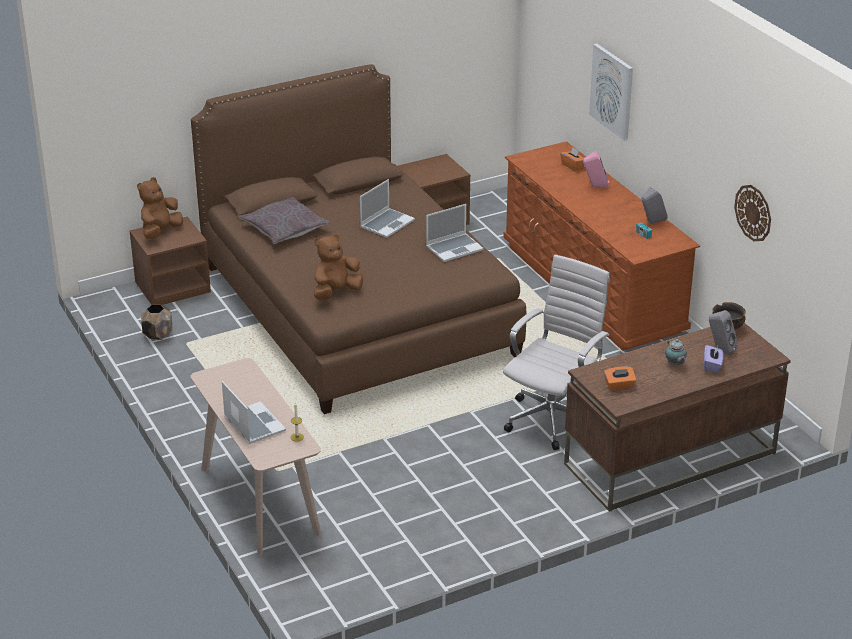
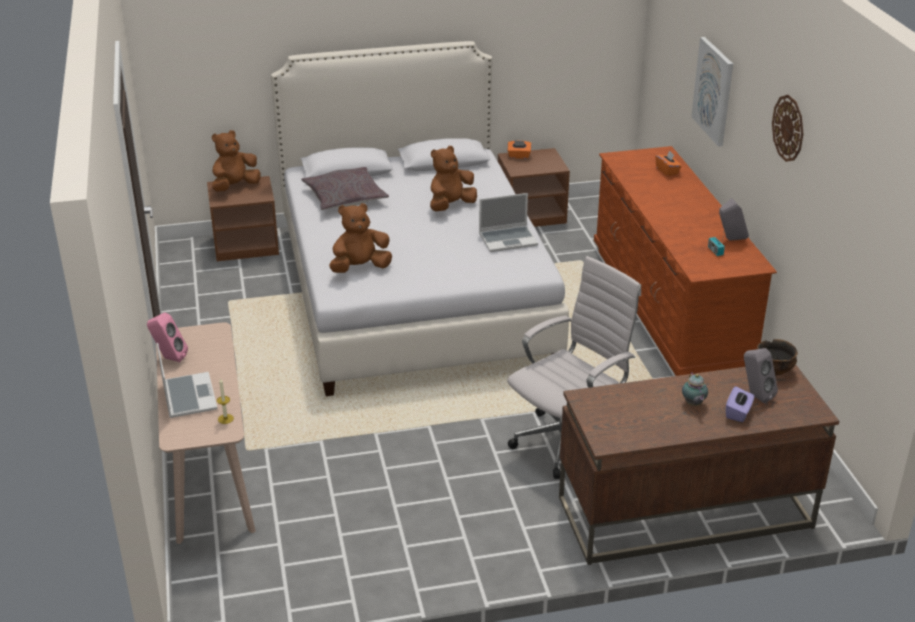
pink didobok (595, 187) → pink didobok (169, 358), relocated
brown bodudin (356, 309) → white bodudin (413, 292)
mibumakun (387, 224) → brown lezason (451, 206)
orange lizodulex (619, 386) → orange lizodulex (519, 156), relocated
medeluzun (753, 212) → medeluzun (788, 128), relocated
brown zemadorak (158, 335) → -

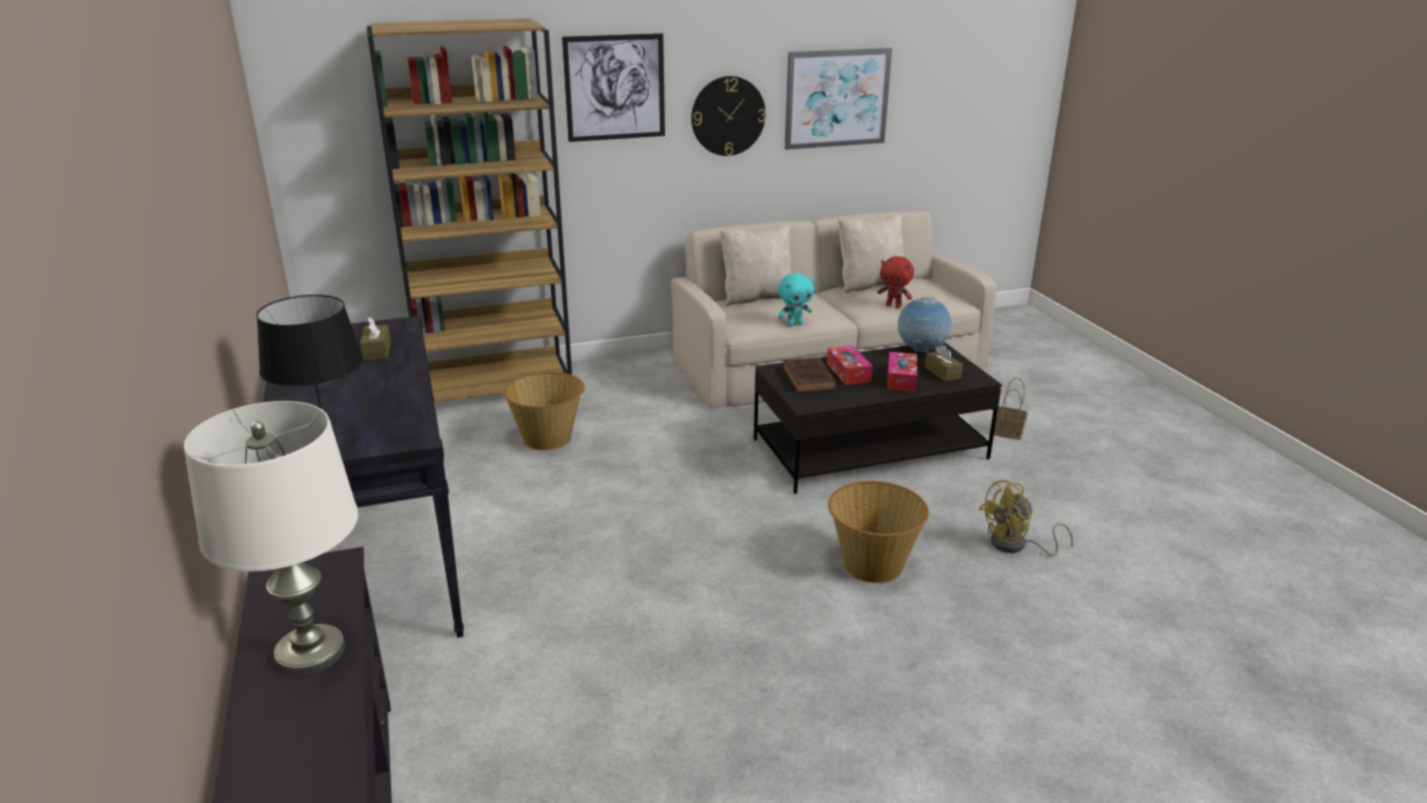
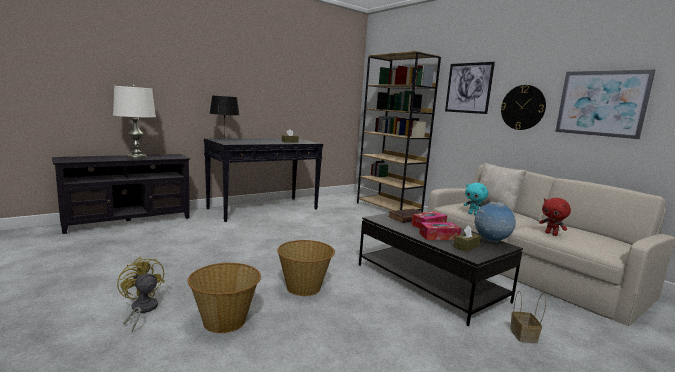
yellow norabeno (1016, 546) → yellow norabeno (141, 310), relocated
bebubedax (548, 438) → bebubedax (225, 321), relocated
red lezason (894, 306) → red lezason (551, 234), 45 degrees counterclockwise
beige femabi (870, 284) → -

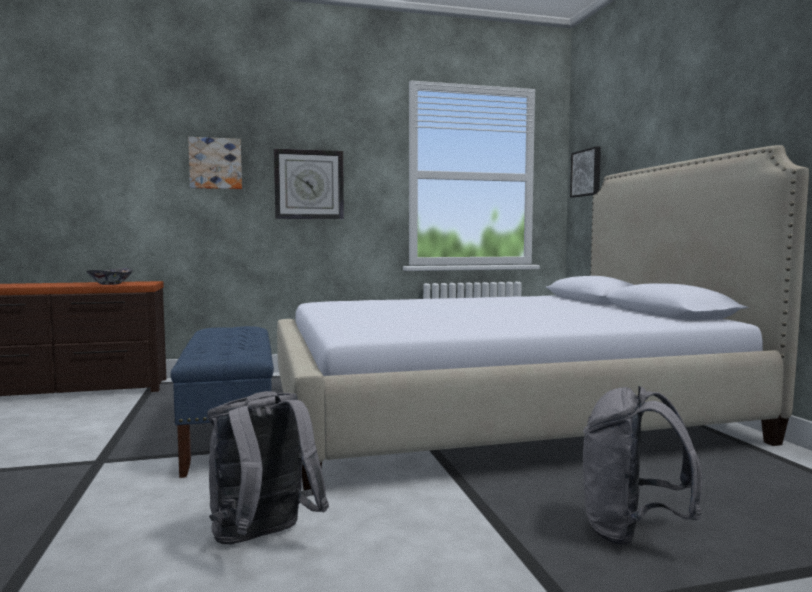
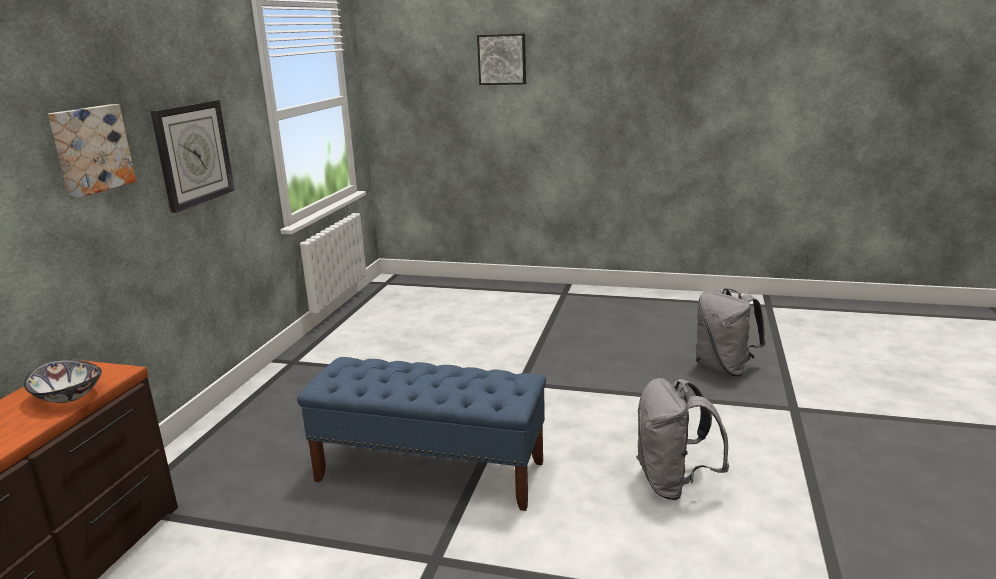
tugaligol (587, 173) → tugaligol (502, 59), relocated
bodudin (497, 414) → -

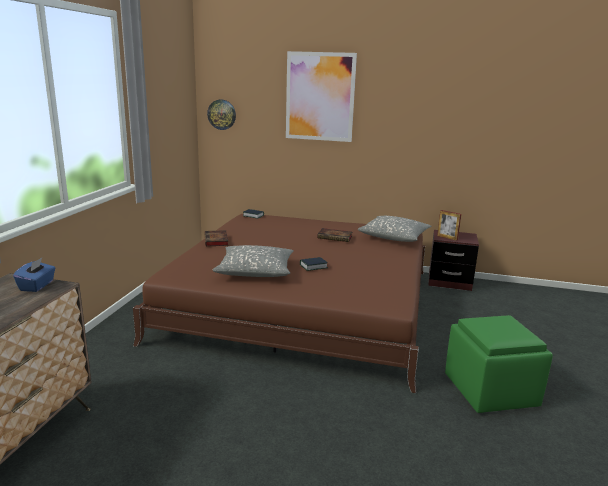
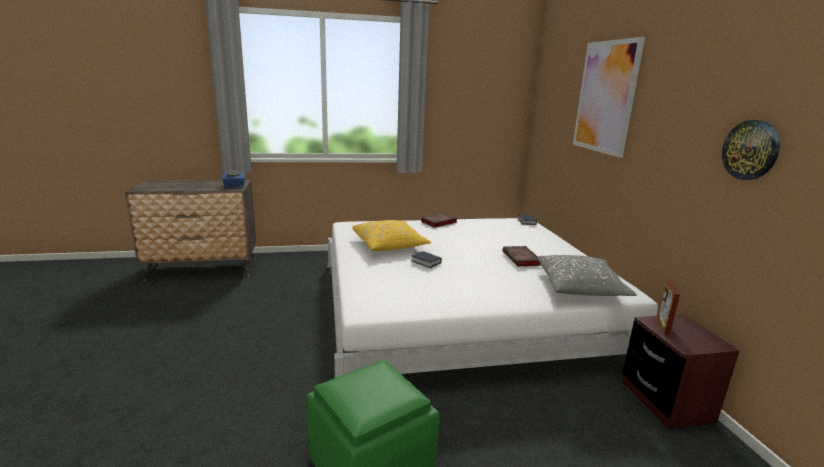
brown bodudin (302, 303) → white bodudin (460, 309)
grey femabi (255, 271) → yellow femabi (389, 245)
medeluzun (221, 114) → medeluzun (750, 150), relocated

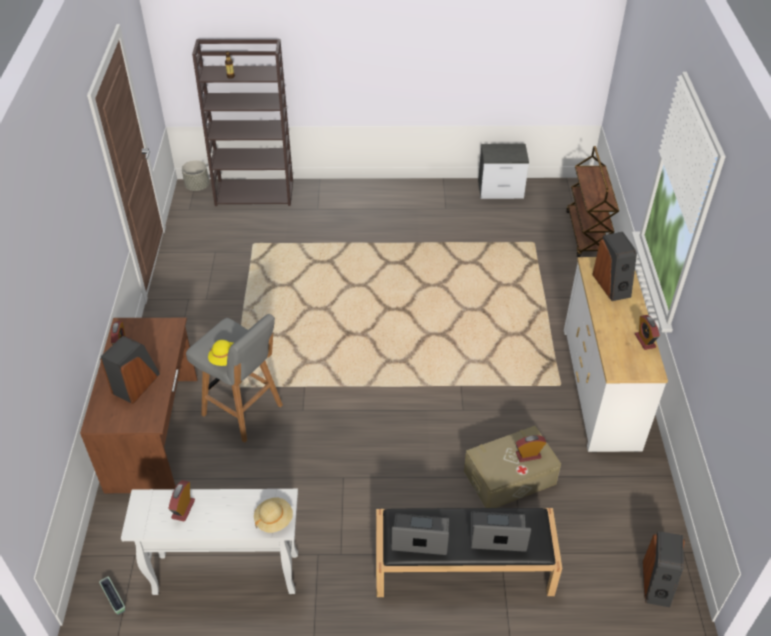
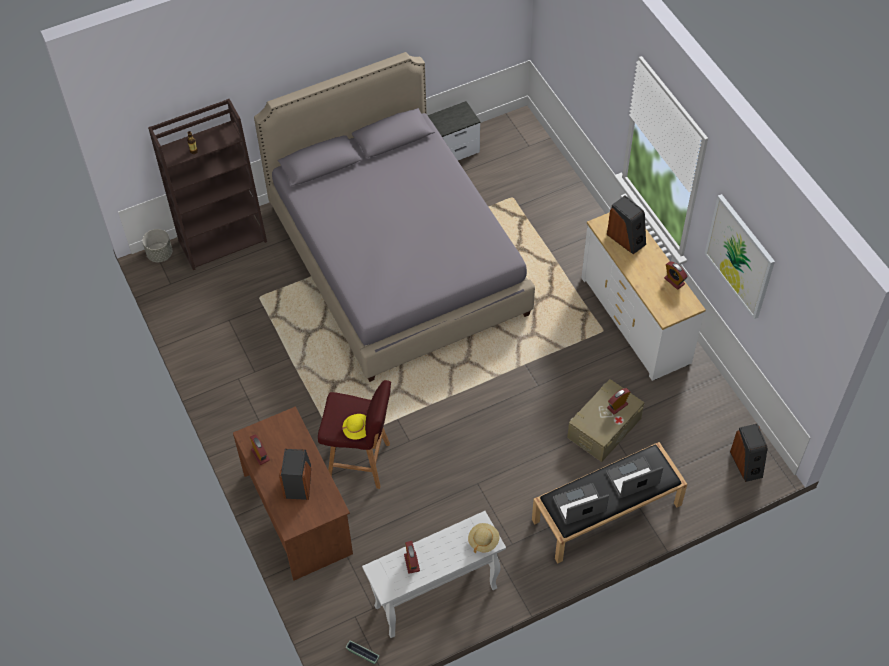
- → grey bodudin (397, 260)
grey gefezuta (243, 411) → red gefezuta (360, 462)
- → tugaligol (740, 256)
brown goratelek (587, 234) → -

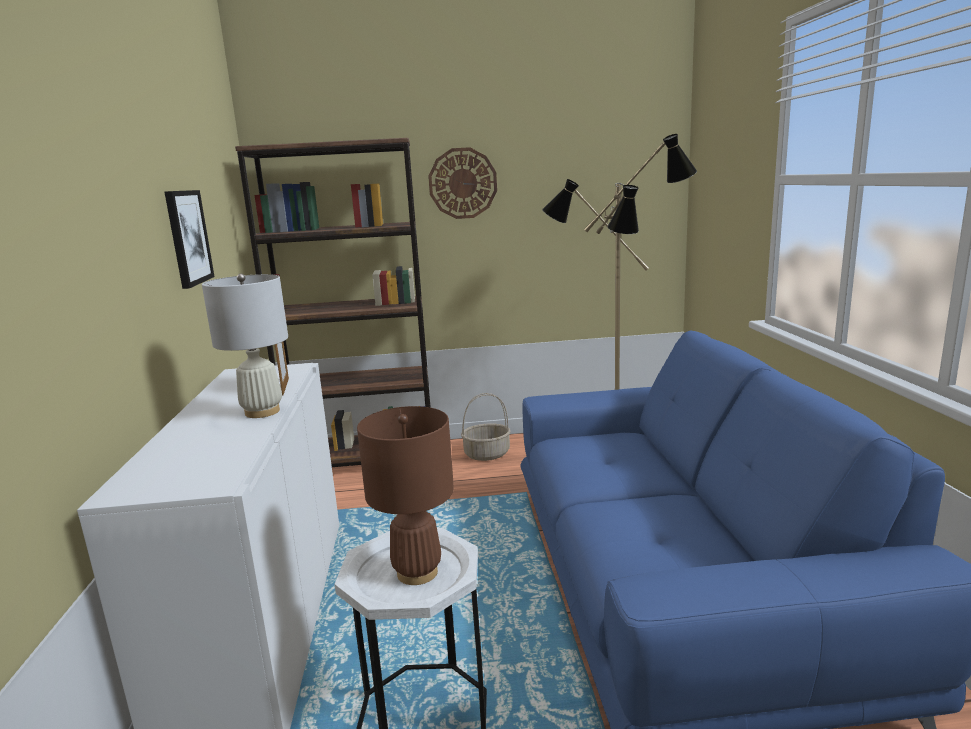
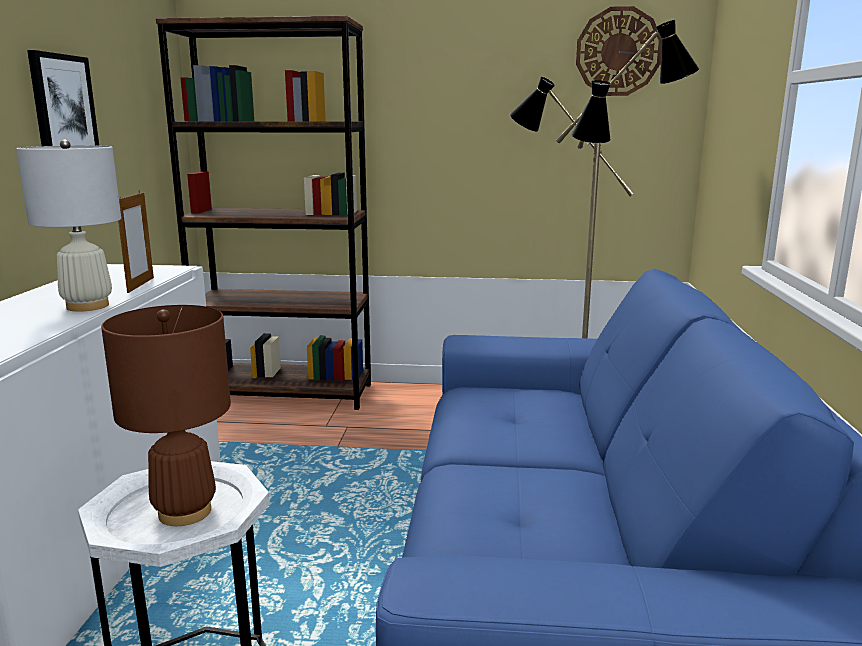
medeluzun (462, 183) → medeluzun (618, 52), relocated
bebubedax (487, 454) → -

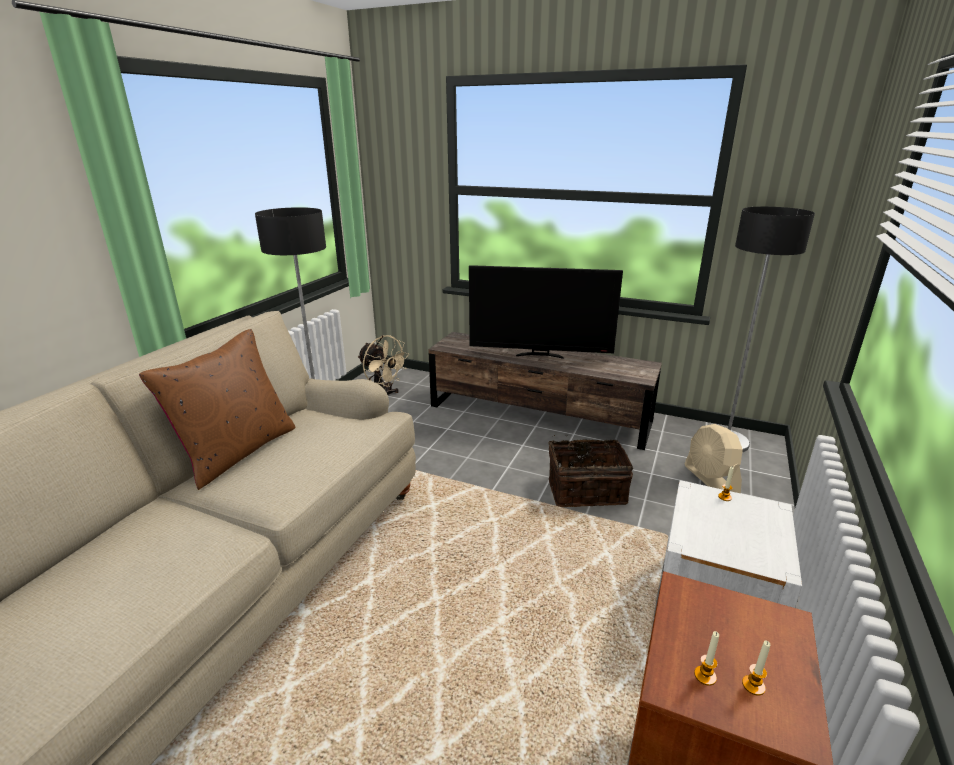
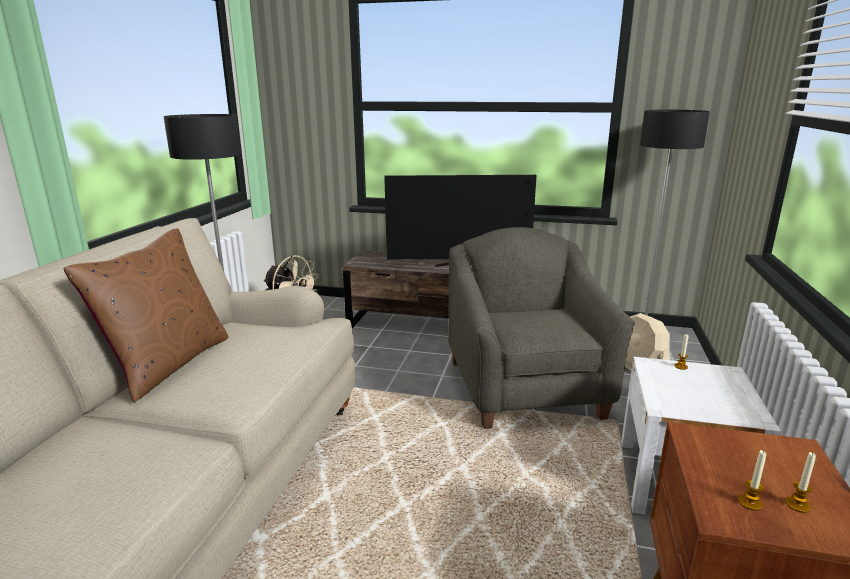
bebubedax (585, 490) → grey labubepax (525, 389)

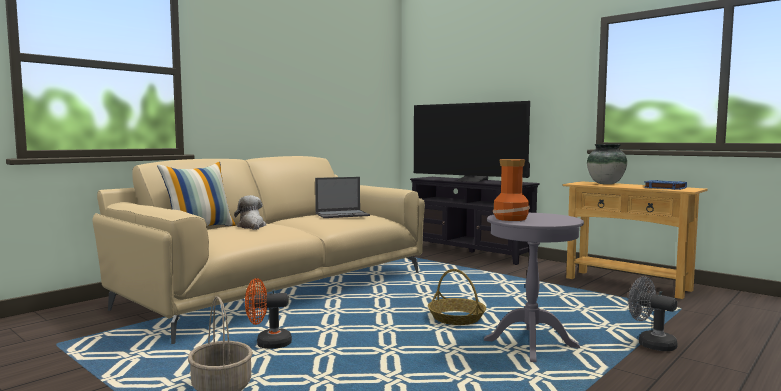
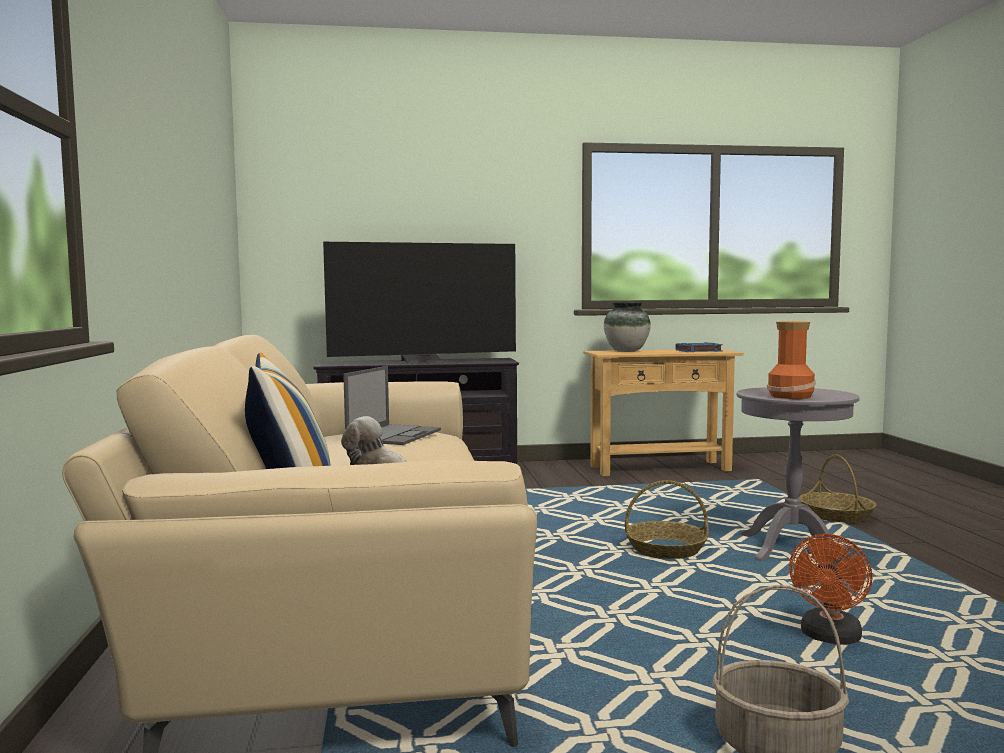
orange norabeno (268, 343) → orange norabeno (829, 637), relocated
grey norabeno (650, 343) → bebubedax (836, 515)

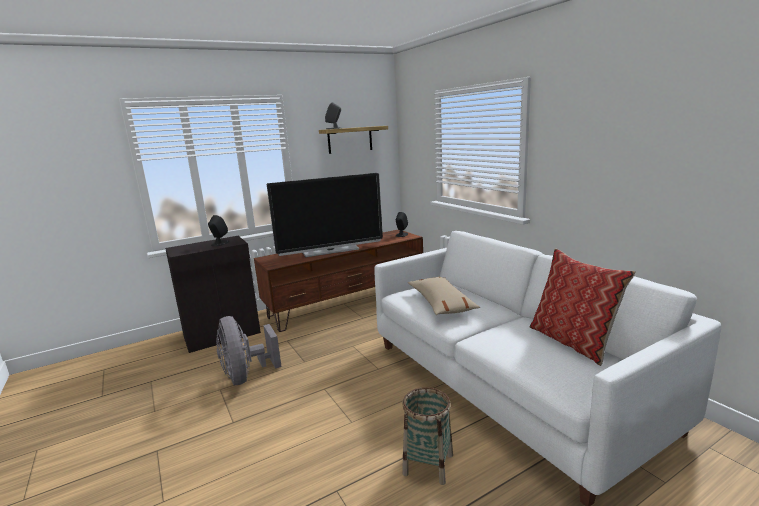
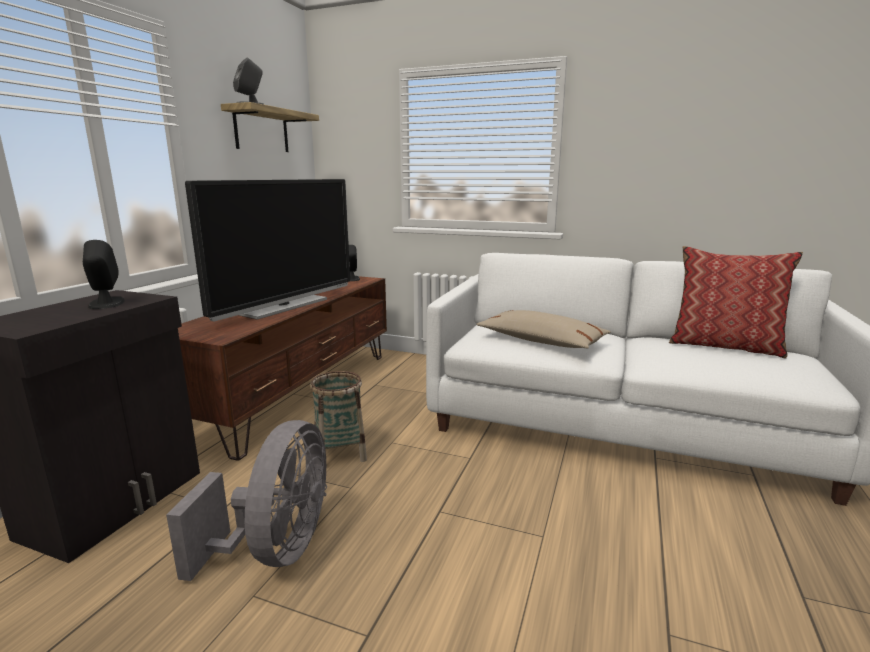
grey norabeno (246, 376) → grey norabeno (277, 549), 105 degrees counterclockwise
bebubedax (428, 464) → bebubedax (340, 453), relocated

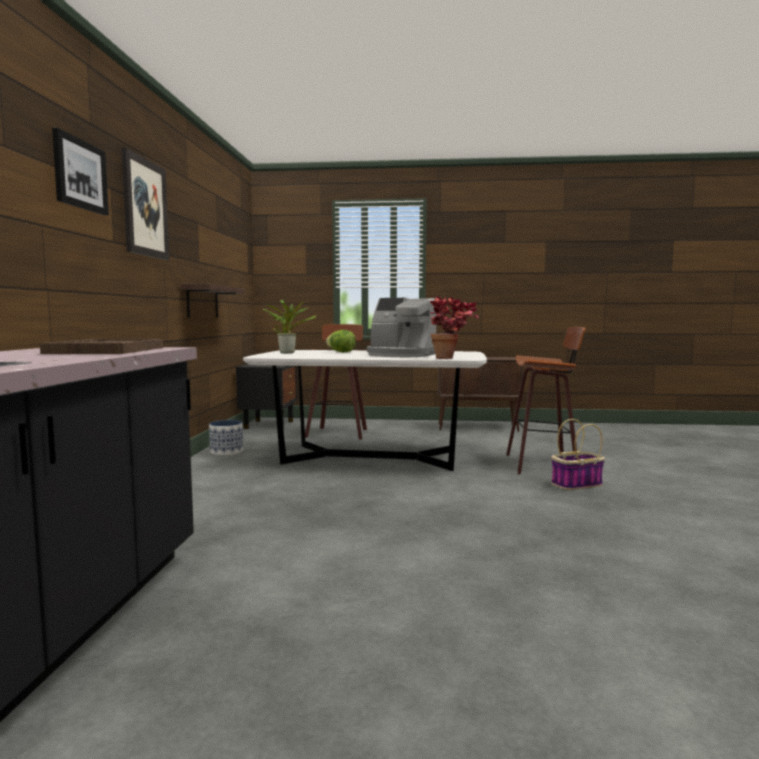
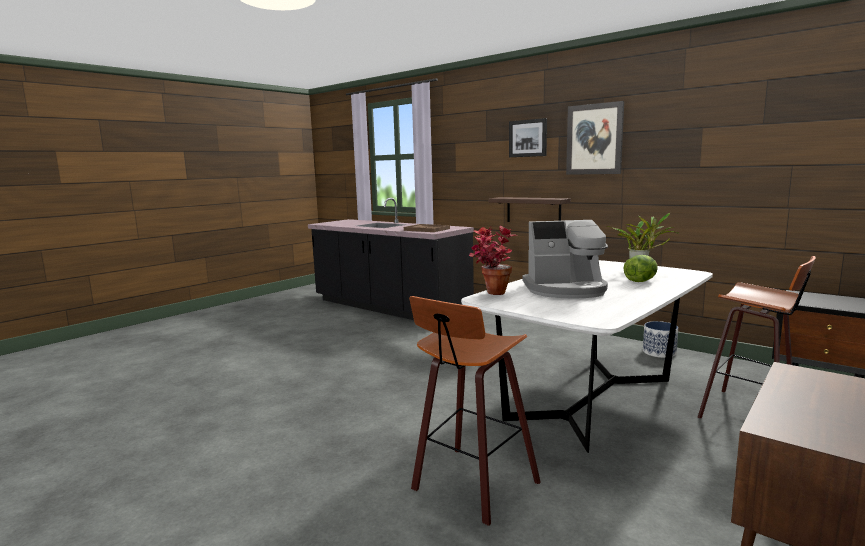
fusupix (202, 302) → fusupix (533, 210), relocated
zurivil (400, 355) → zurivil (565, 289), 150 degrees counterclockwise
bebubedax (576, 484) → -

